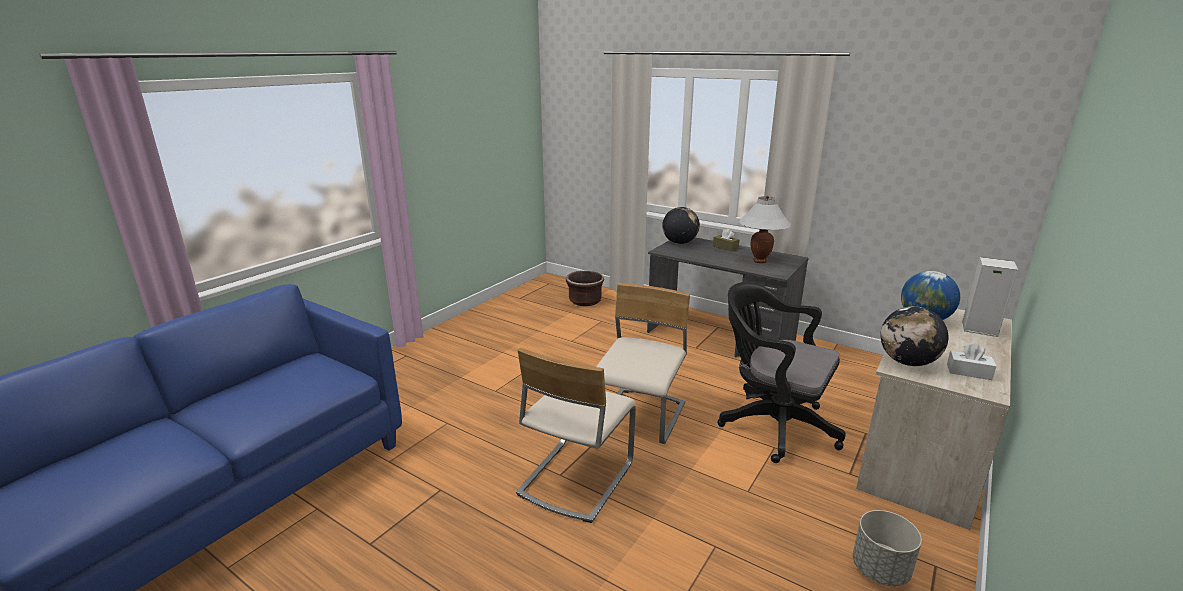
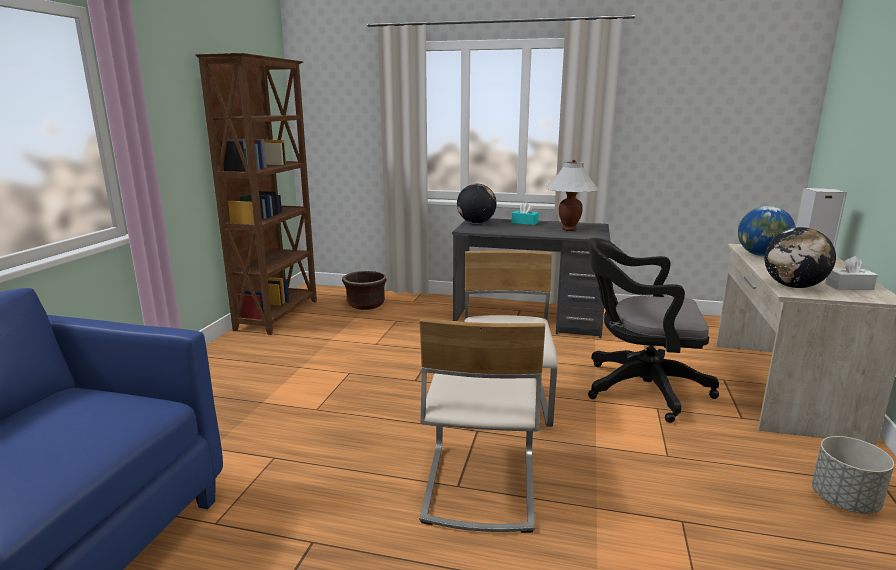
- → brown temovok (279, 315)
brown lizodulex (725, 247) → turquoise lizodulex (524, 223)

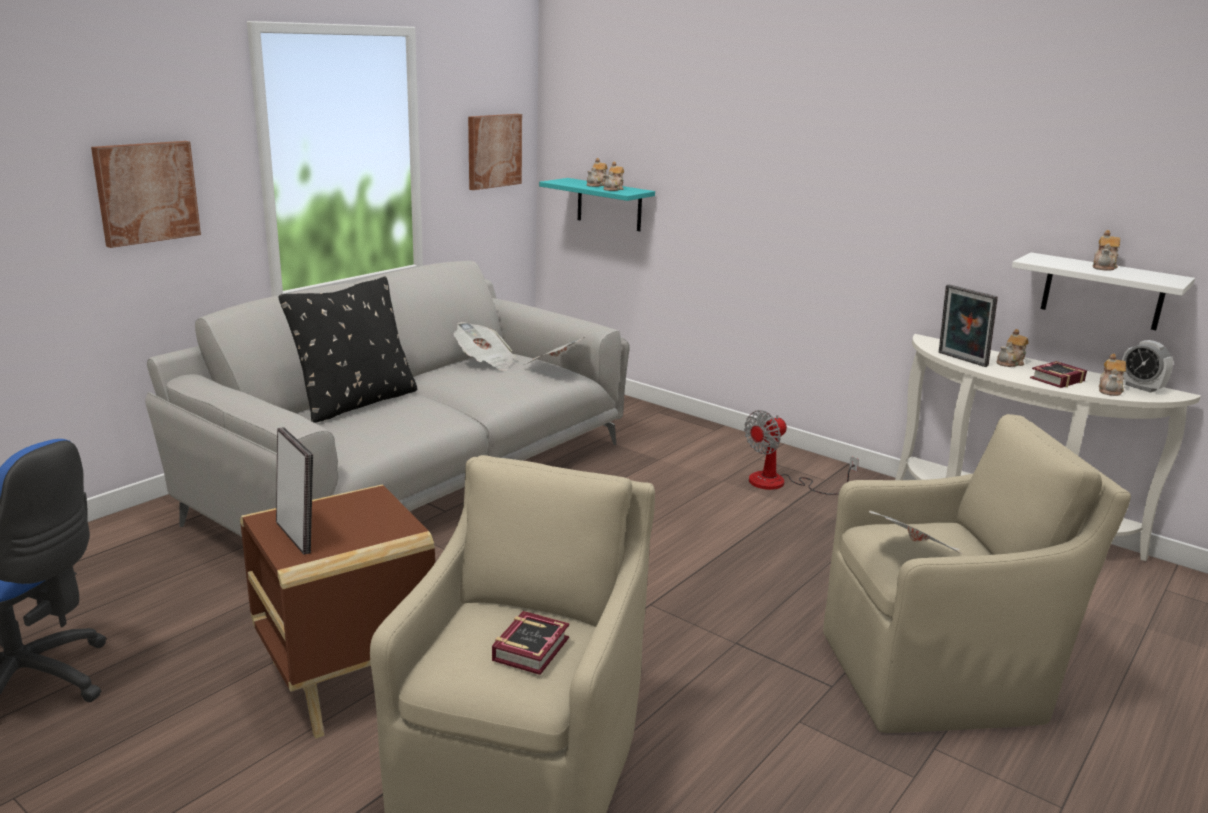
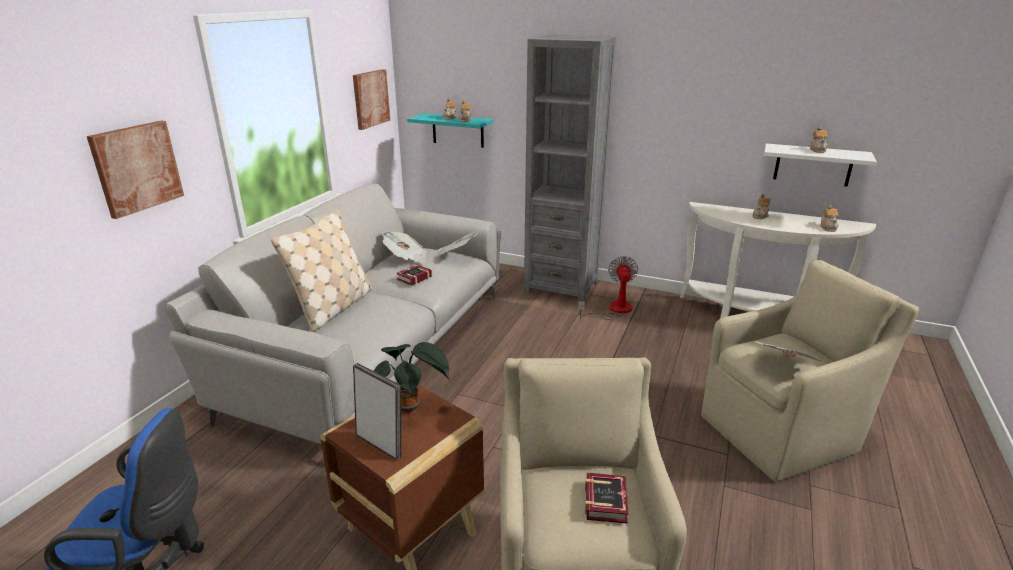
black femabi (356, 403) → beige femabi (333, 308)
- → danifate (411, 407)
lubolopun (1054, 379) → lubolopun (412, 278), relocated
- → grey temovok (561, 287)
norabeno (780, 483) → norabeno (613, 310), 150 degrees clockwise
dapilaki (960, 360) → -
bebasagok (1141, 387) → -

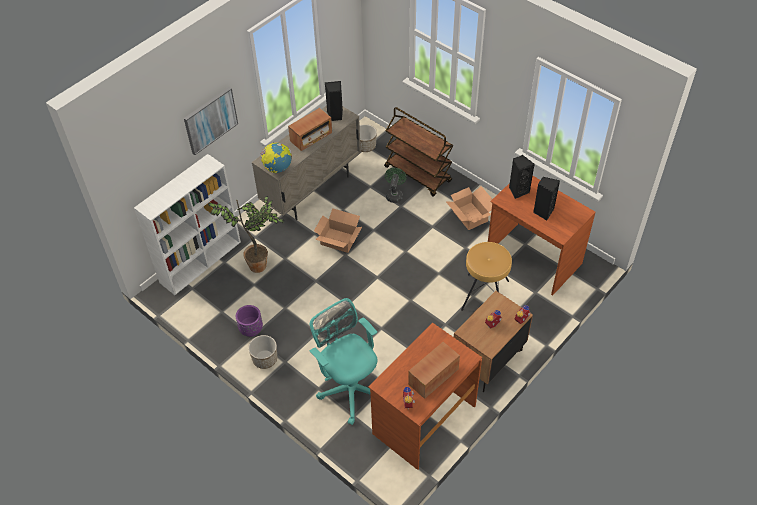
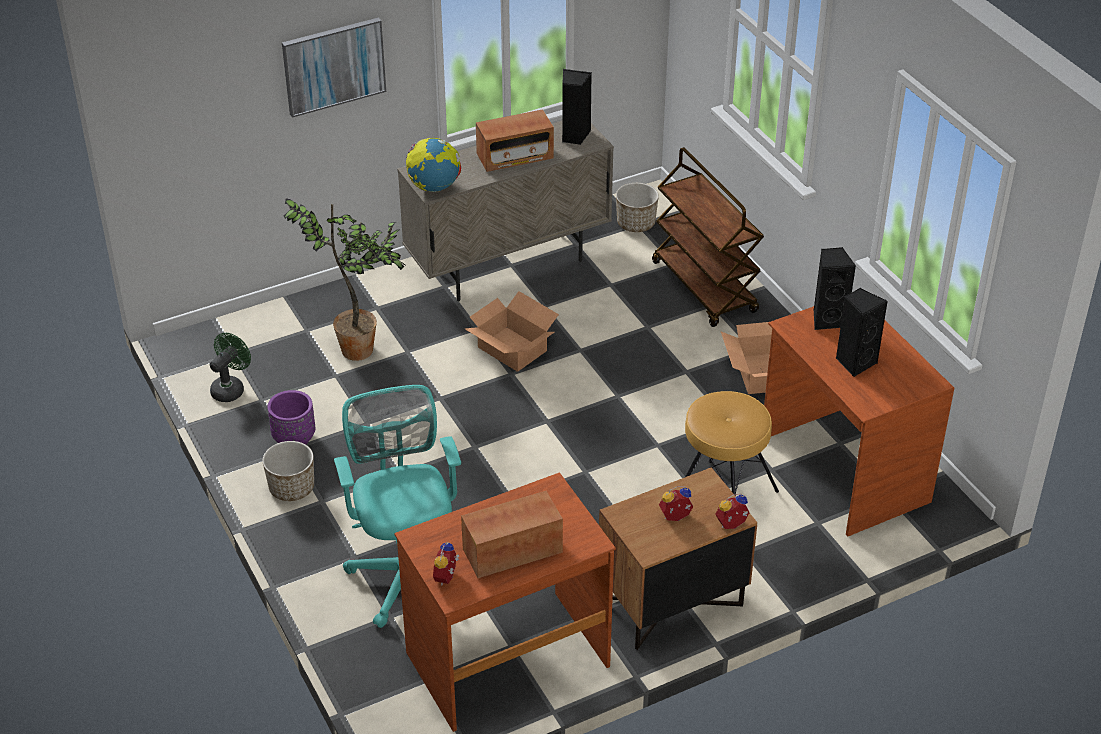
green norabeno (394, 194) → green norabeno (231, 388), relocated
white temovok (201, 261) → -

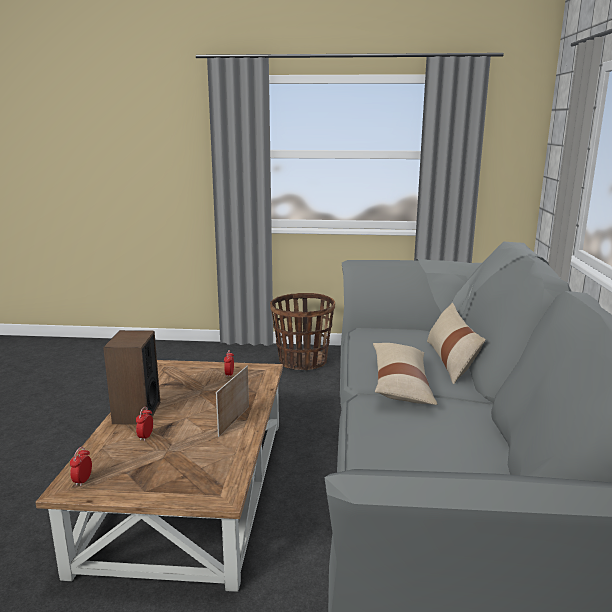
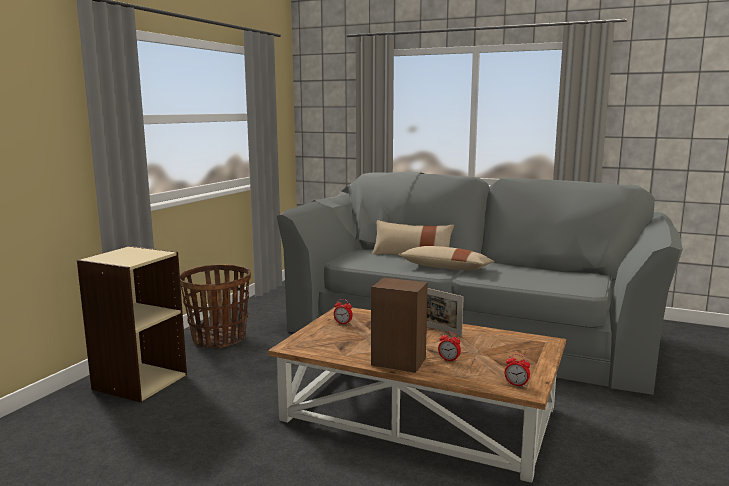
- → beige temovok (139, 381)

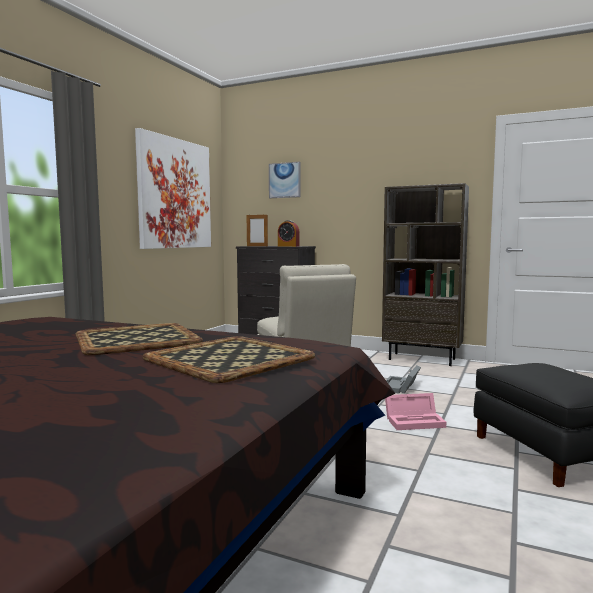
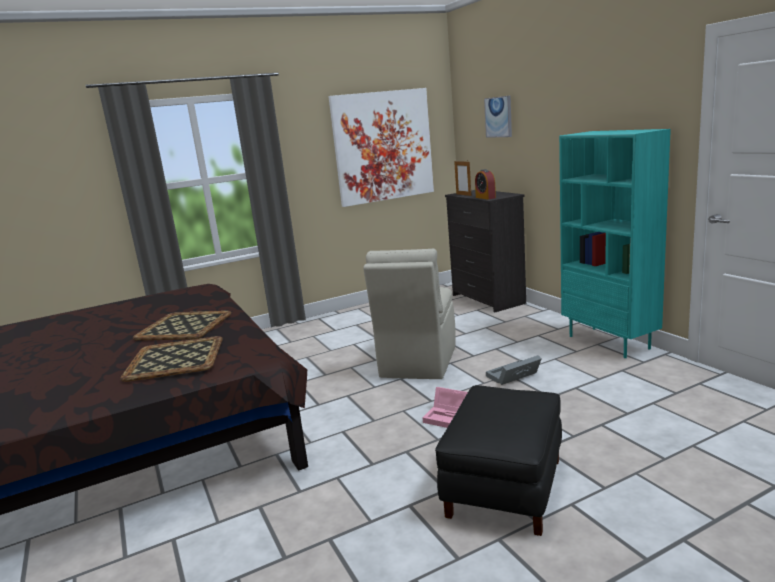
brown temovok (422, 359) → turquoise temovok (610, 342)

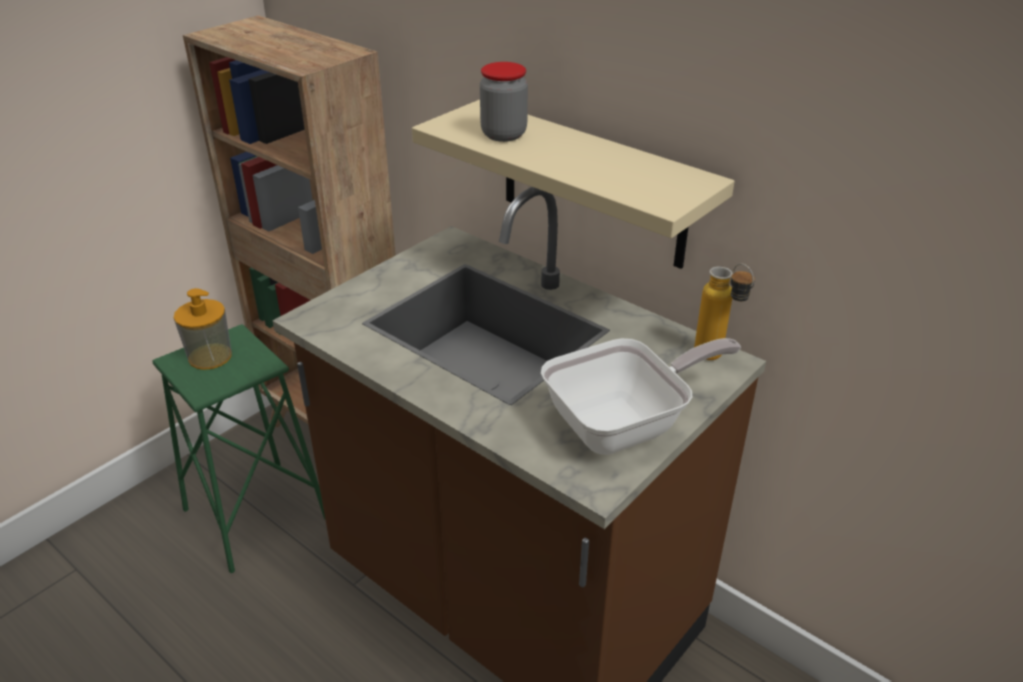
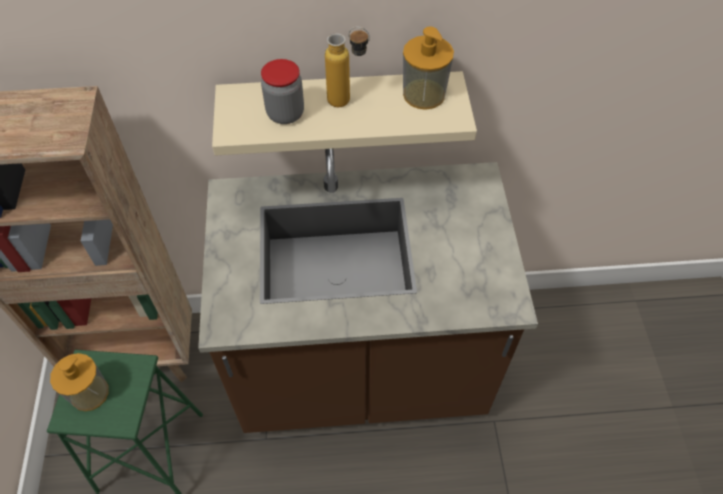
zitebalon (716, 359) → zitebalon (348, 101), relocated
- → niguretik (424, 94)
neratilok (626, 425) → -

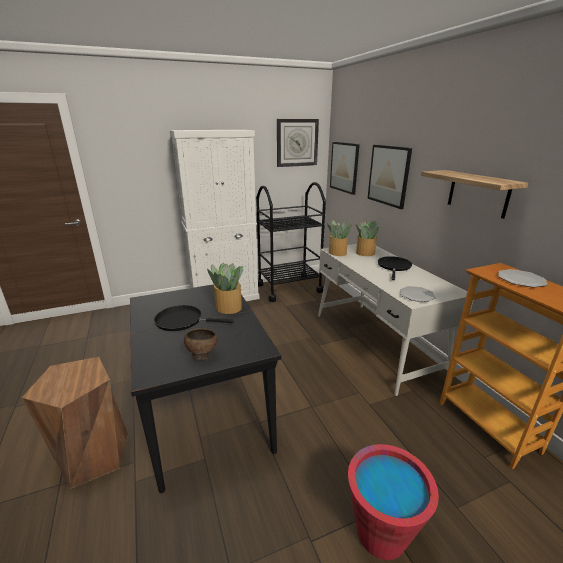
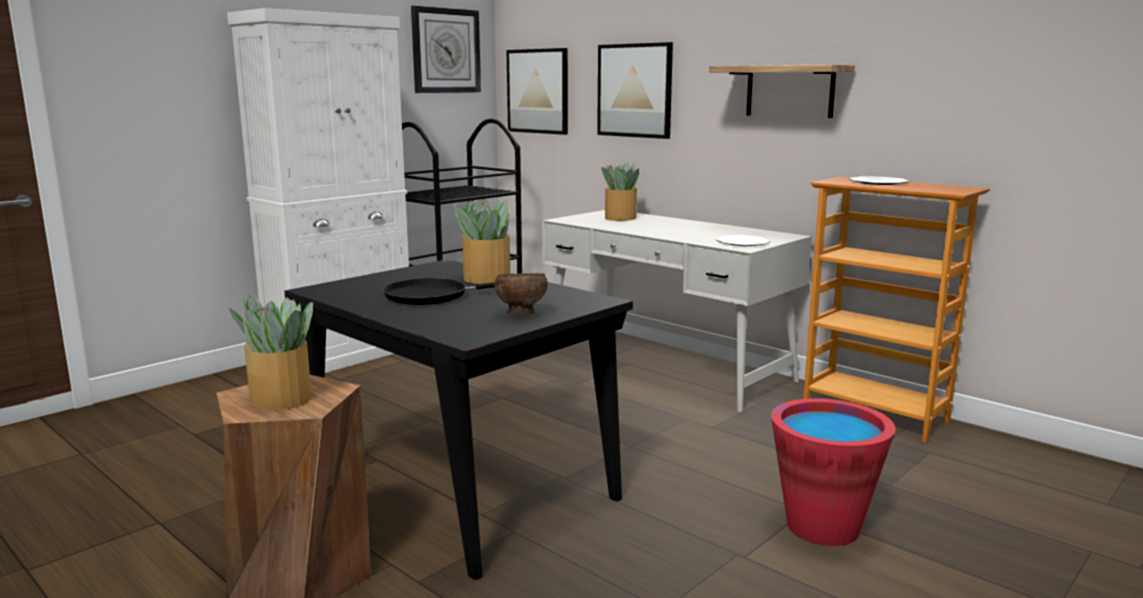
danifate (337, 253) → danifate (281, 399), relocated
black neratilok (394, 267) → -

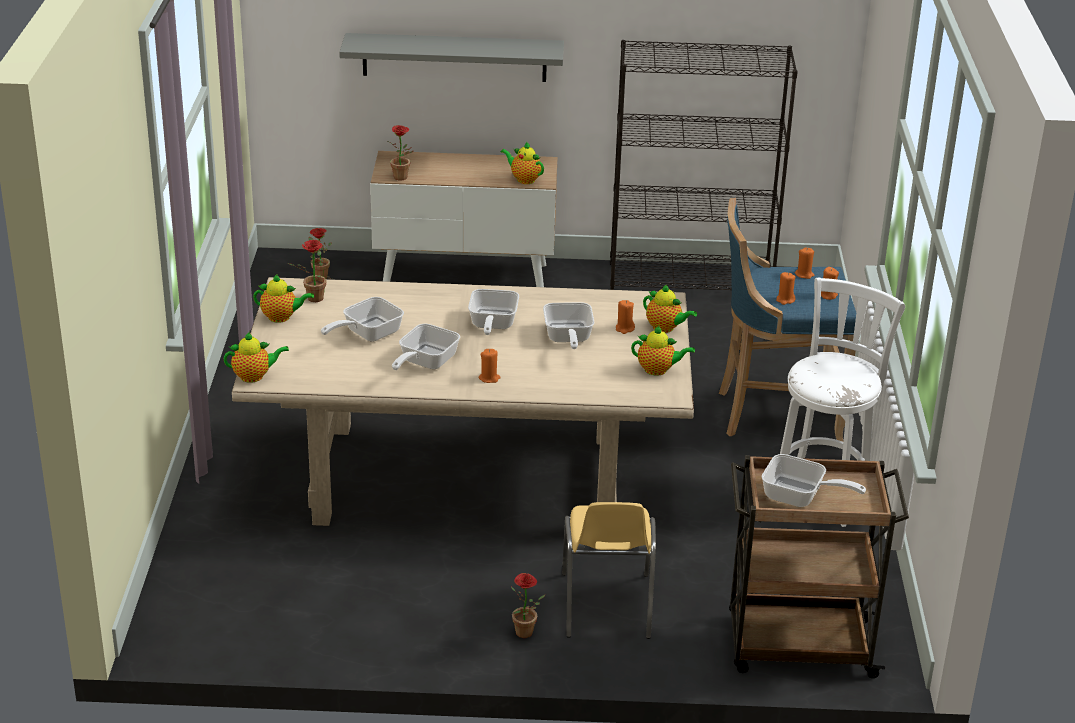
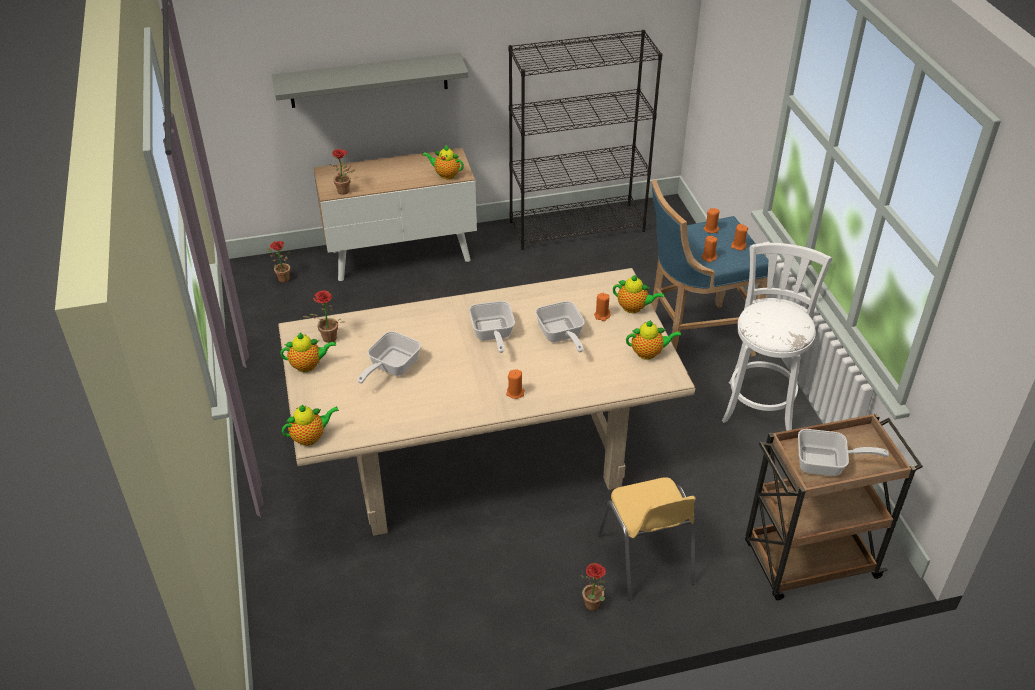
neratilok (424, 362) → -

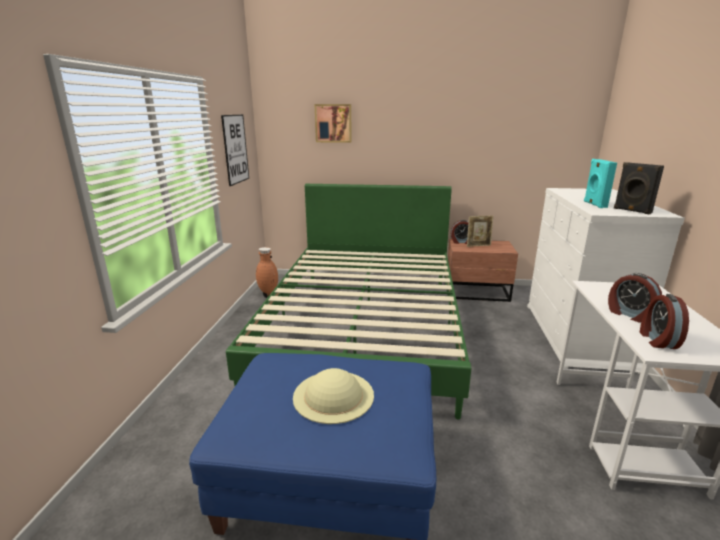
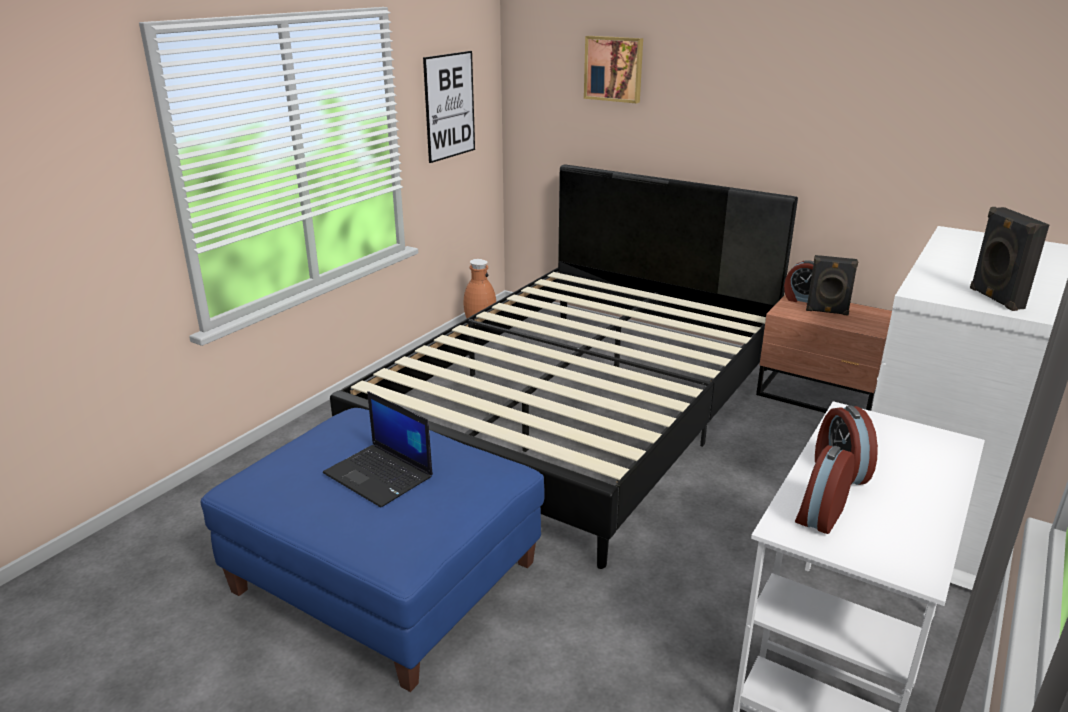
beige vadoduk (333, 395) → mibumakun (380, 475)
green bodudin (365, 327) → black bodudin (579, 411)
dapilaki (478, 245) → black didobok (827, 312)
turquoise didobok (594, 204) → -

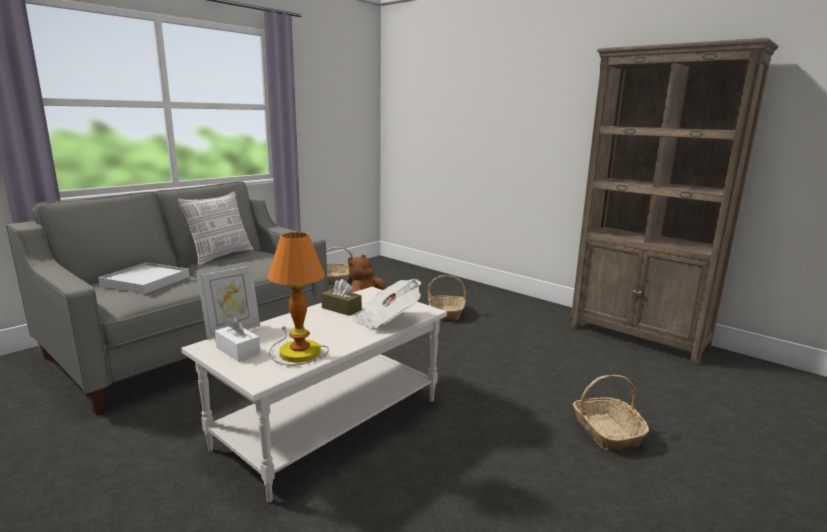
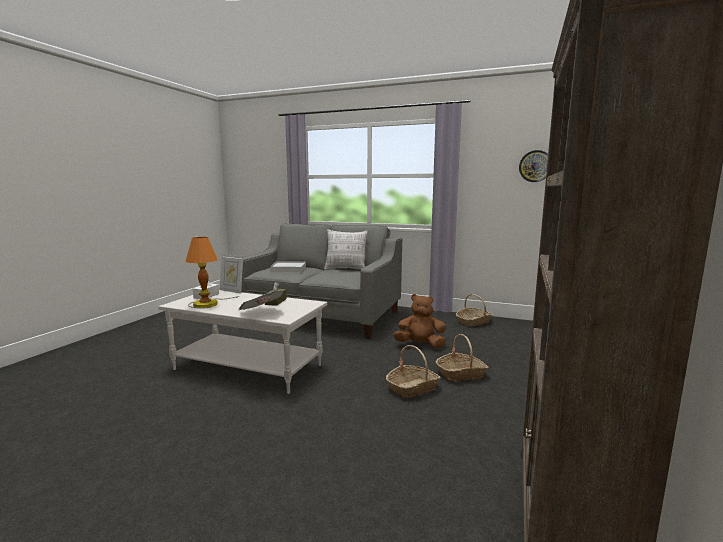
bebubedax (606, 431) → bebubedax (412, 388), relocated
- → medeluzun (535, 166)

